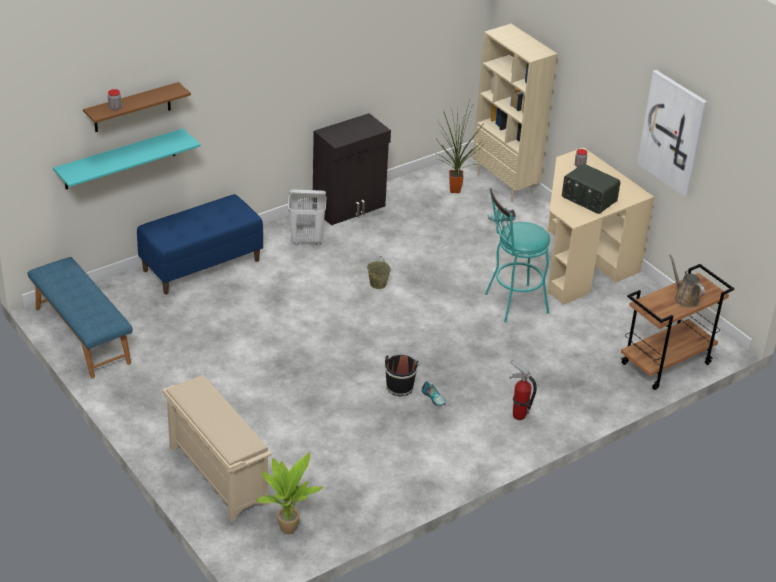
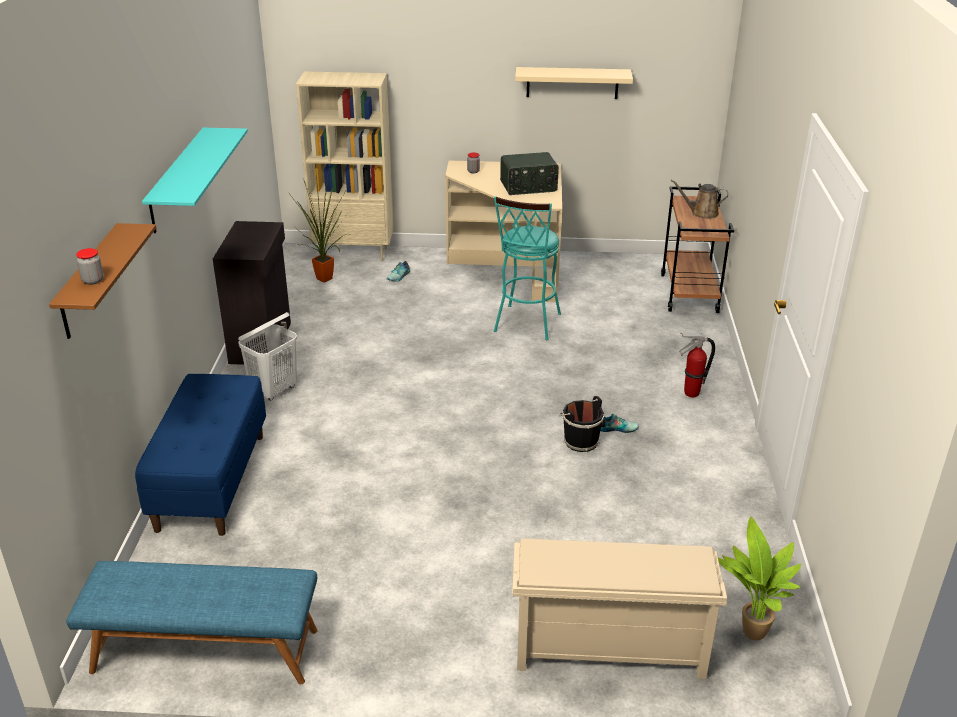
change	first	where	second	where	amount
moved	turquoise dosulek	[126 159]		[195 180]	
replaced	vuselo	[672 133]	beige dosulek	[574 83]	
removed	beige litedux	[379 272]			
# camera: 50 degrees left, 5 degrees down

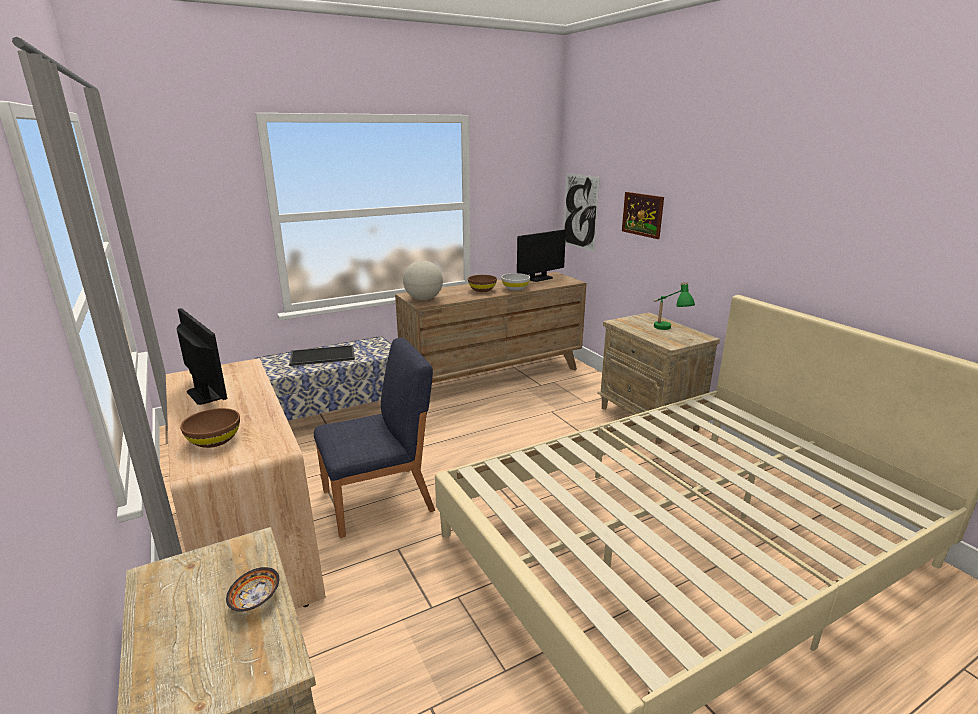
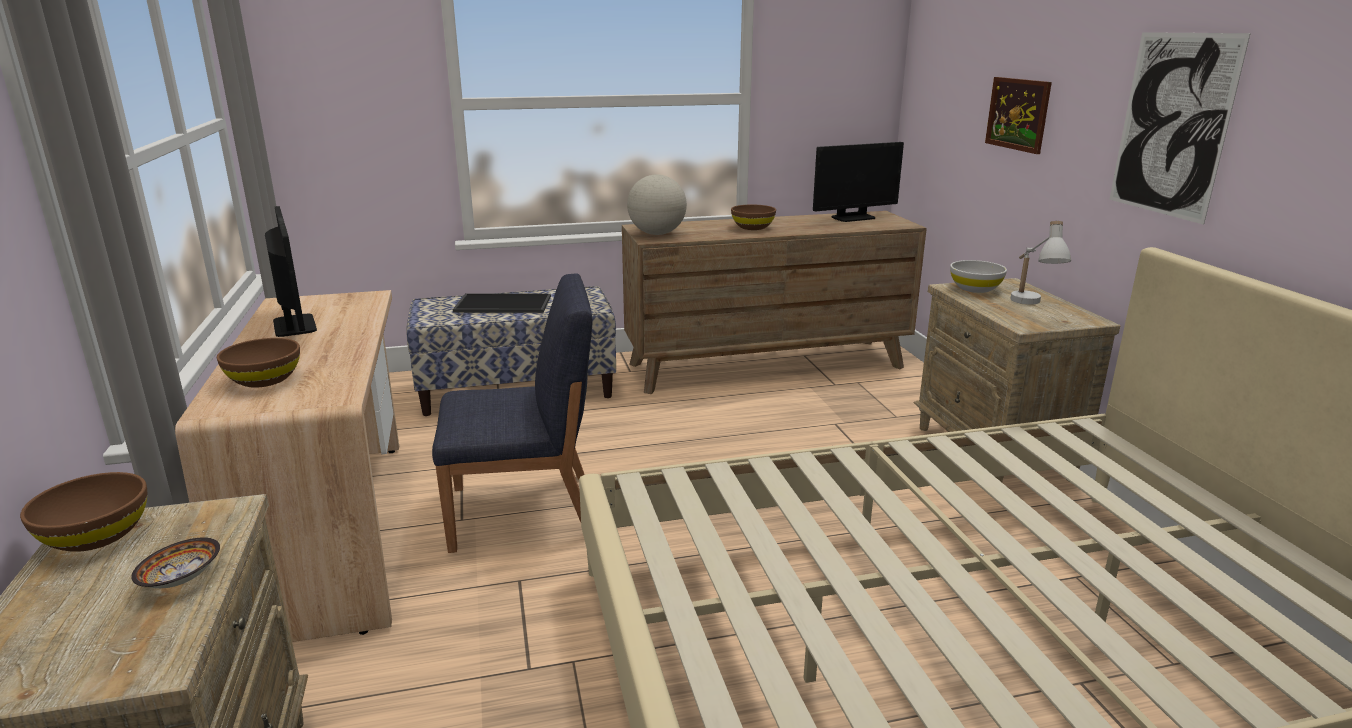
change	first	where	second	where	amount
added			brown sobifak	[83 512]	
moved	white sobifak	[515 281]		[978 276]	
recoloured	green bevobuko	[674 306]	white bevobuko	[1040 263]	
moved	vuselo	[582 212]		[1180 128]	
# camera: 15 degrees right, 0 degrees up

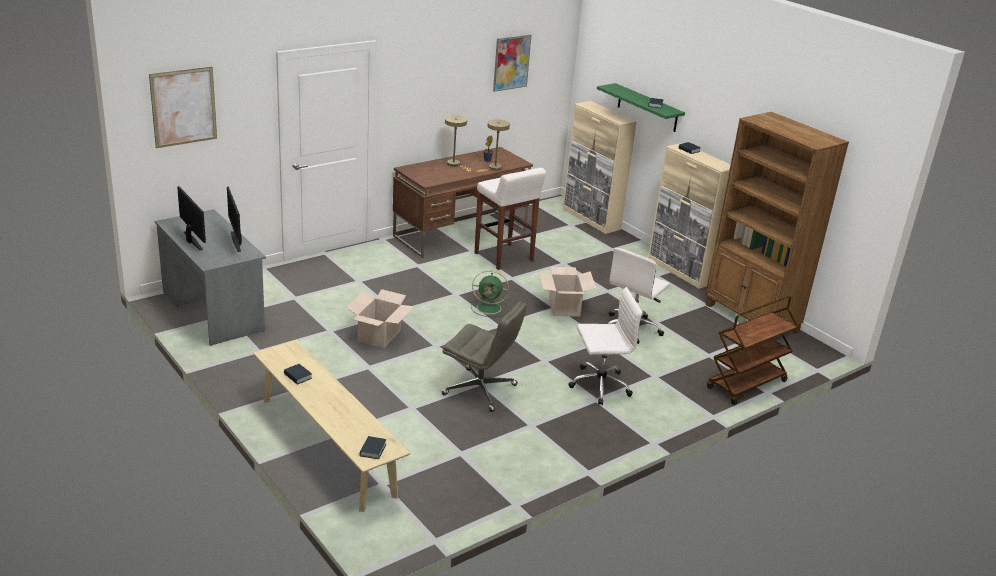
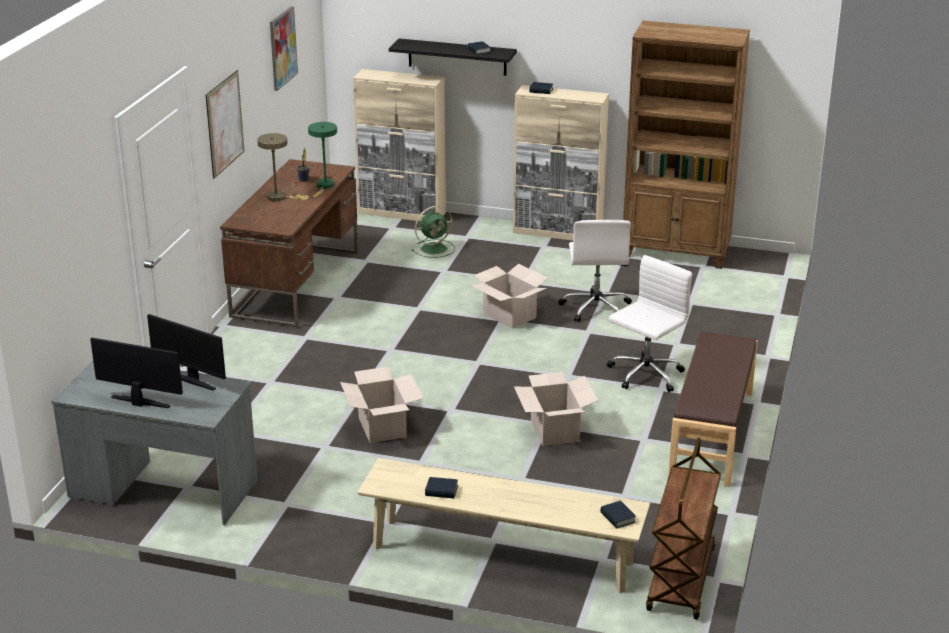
change	first	where	second	where	amount
moved	vuselo	[183 107]		[225 124]	
recoloured	beige bevobuko	[493 145]	green bevobuko	[322 159]	
recoloured	green dosulek	[641 107]	black dosulek	[453 57]	
moved	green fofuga	[490 293]		[433 232]	
replaced	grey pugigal	[484 356]	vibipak	[556 409]	
moved	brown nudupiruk	[753 350]		[683 529]	
added			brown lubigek	[713 409]	
removed	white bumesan	[510 219]			
# camera: 35 degrees left, 0 degrees up

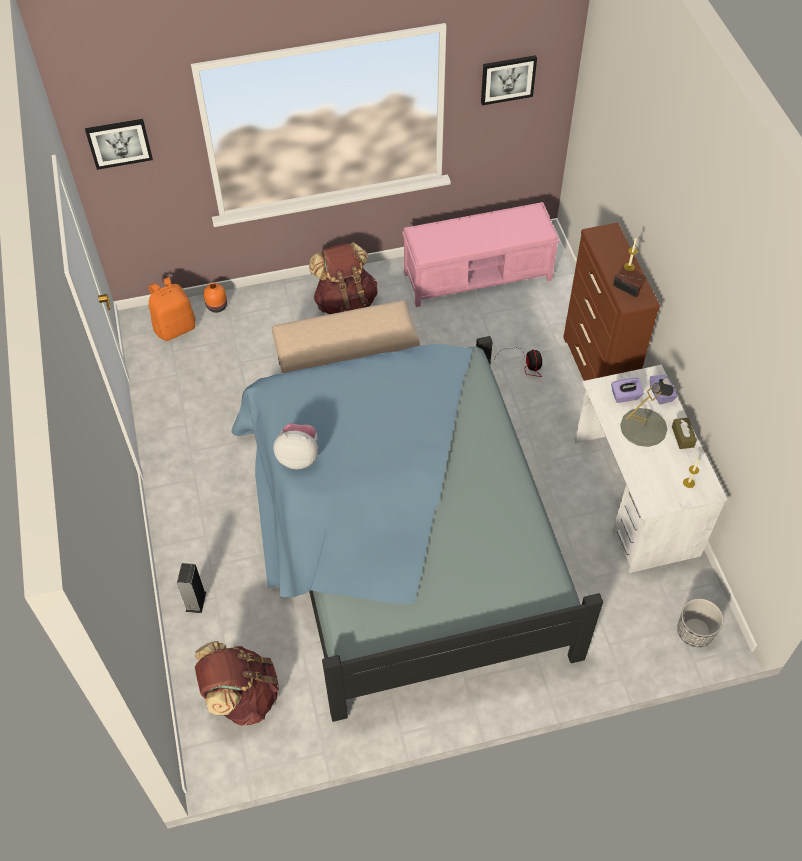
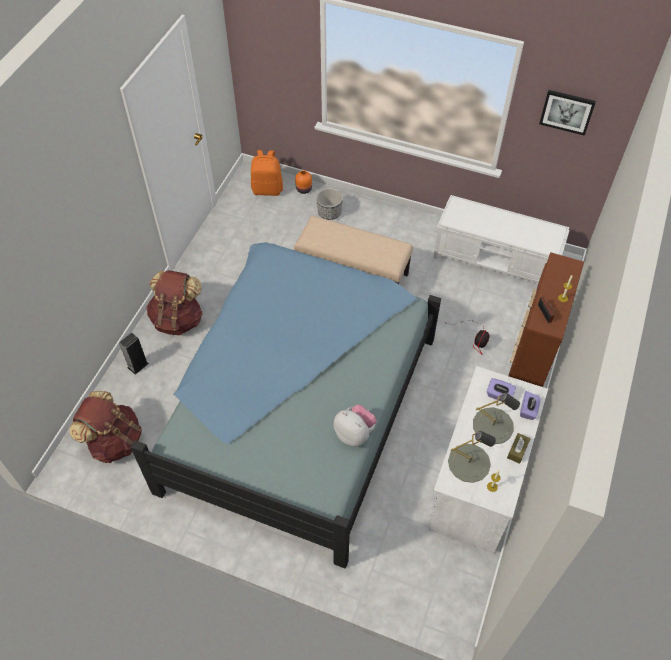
change	first	where	second	where	amount
moved	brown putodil	[343 278]		[174 302]	
moved	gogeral	[700 622]		[329 204]	
moved	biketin	[295 446]		[355 425]	
recoloured	pink lubigek	[481 254]	white lubigek	[501 239]	
added			grey bevobuko	[472 456]	
removed	vuselo	[119 144]			
# camera: 35 degrees right, 0 degrees up

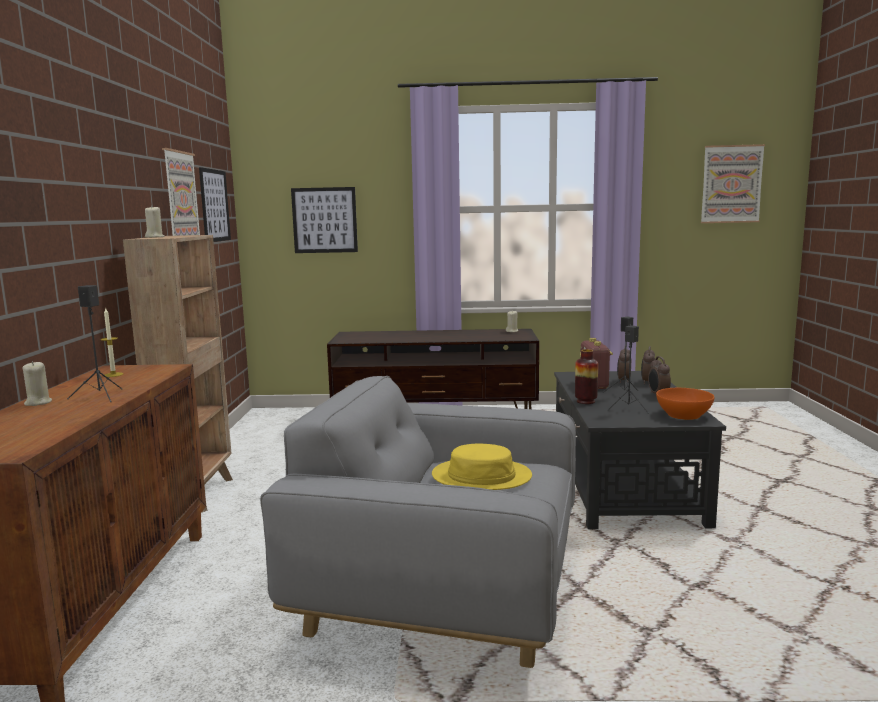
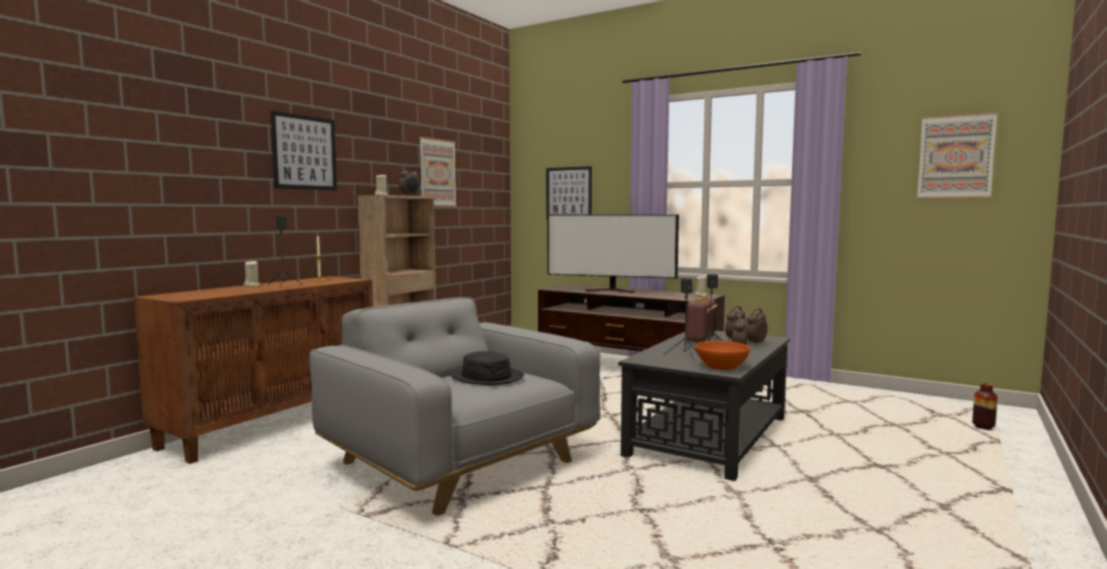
change	first	where	second	where	amount
moved	vuselo	[215 204]		[304 151]	
added			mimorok	[409 181]	
recoloured	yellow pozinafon	[482 467]	black pozinafon	[486 368]	
added			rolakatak	[613 253]	
moved	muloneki	[586 376]		[985 406]	
# camera: 30 degrees right, 5 degrees down

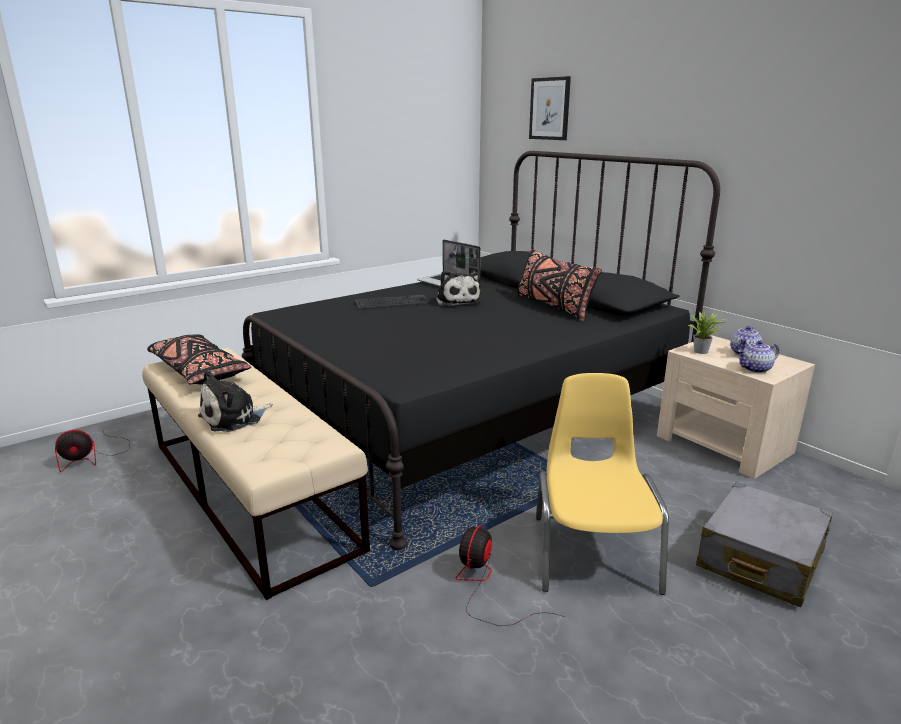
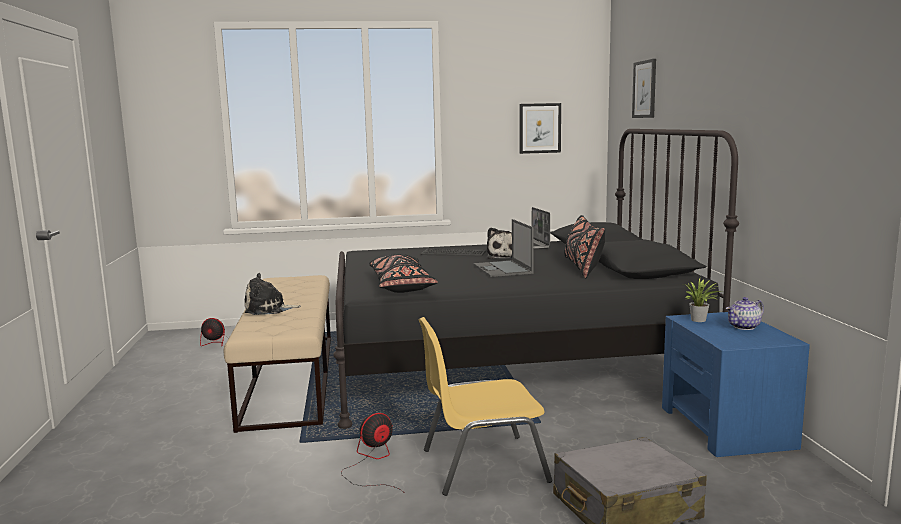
change	first	where	second	where	amount
moved	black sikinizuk	[199 359]		[403 273]	
turned	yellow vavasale	[602 484]		[485 406]	135 degrees counterclockwise
added			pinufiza	[503 248]	
added			vuselo	[540 128]	
recoloured	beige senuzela	[736 407]	blue senuzela	[736 384]	
removed	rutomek	[758 356]			
# camera: 30 degrees right, 10 degrees down

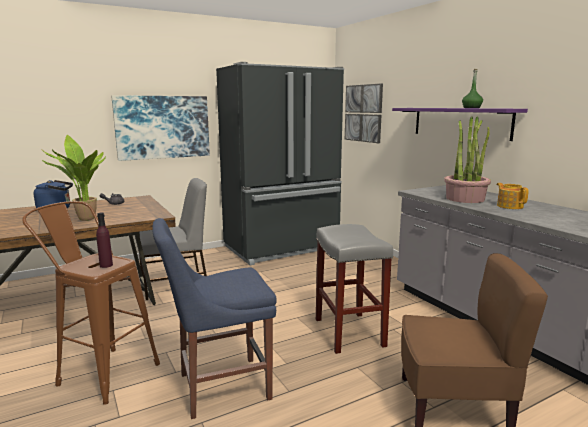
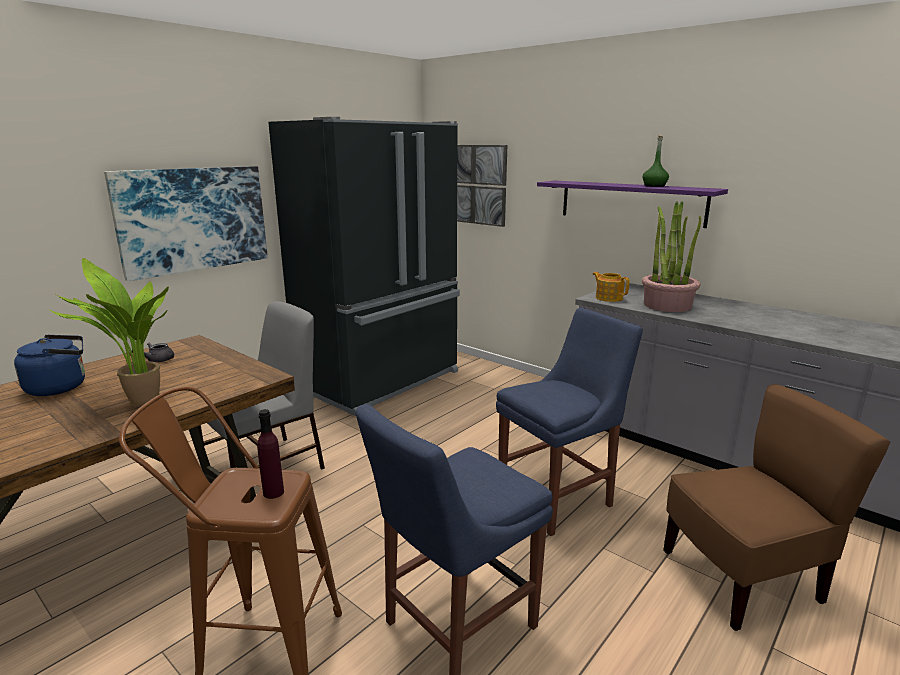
change	first	where	second	where	amount
replaced	grey bumesan	[354 289]	blue vavasale	[569 422]	
moved	rutomek	[513 196]		[611 287]	
# camera: 20 degrees left, 5 degrees up

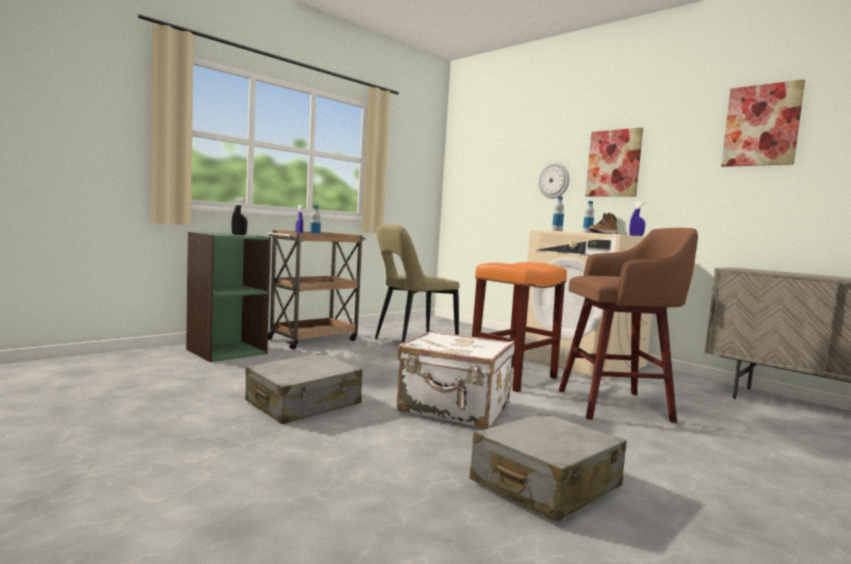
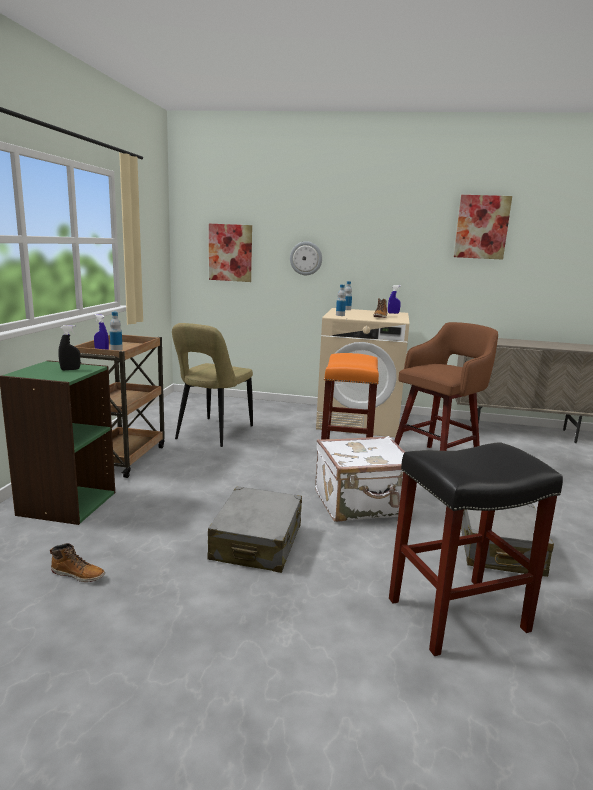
change	first	where	second	where	amount
added			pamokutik	[77 562]	
moved	vuselo	[614 162]		[230 253]	
added			black bumesan	[476 549]	
# camera: 35 degrees left, 10 degrees up

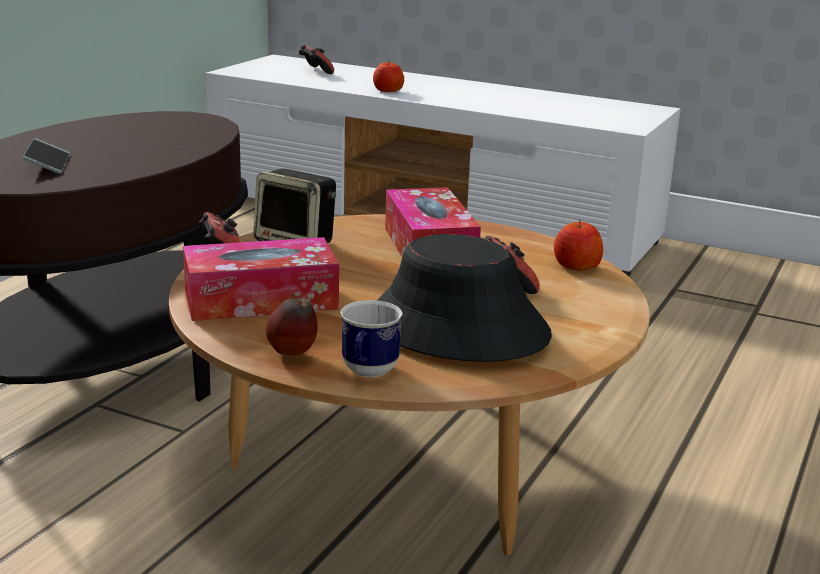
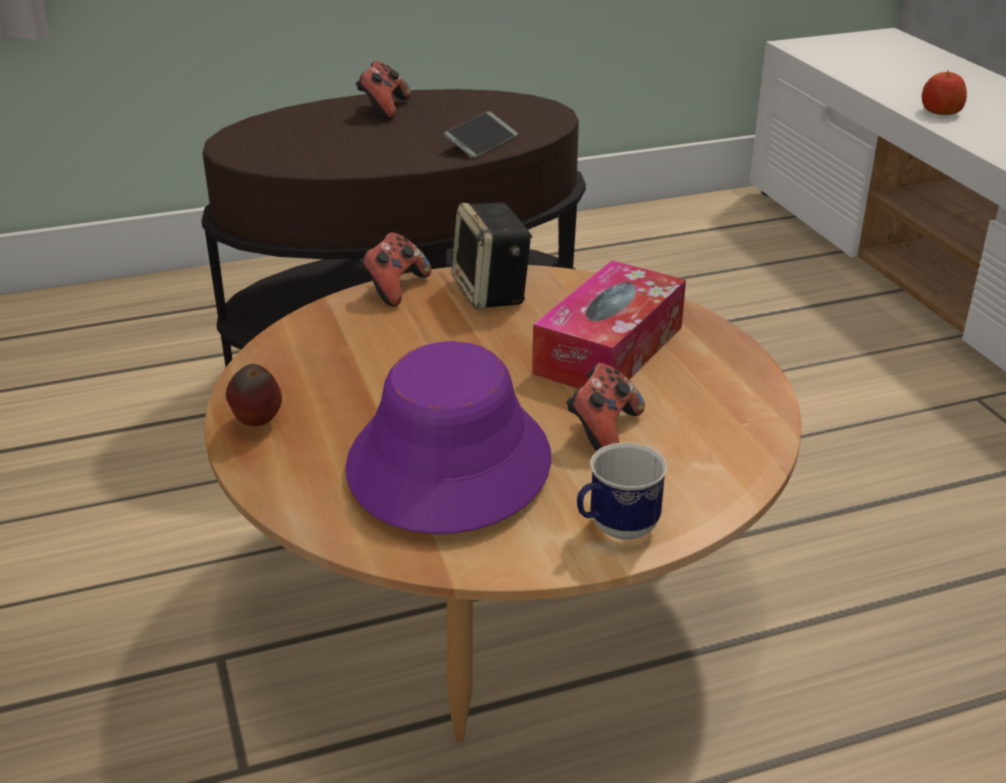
change	first	where	second	where	amount
recoloured	black pozinafon	[464 298]	purple pozinafon	[448 437]	
moved	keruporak	[316 59]		[383 90]	
moved	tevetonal	[46 156]		[481 134]	
moved	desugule	[371 338]		[622 491]	
removed	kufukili	[261 279]			
removed	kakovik	[578 245]			
# camera: 45 degrees right, 10 degrees up

